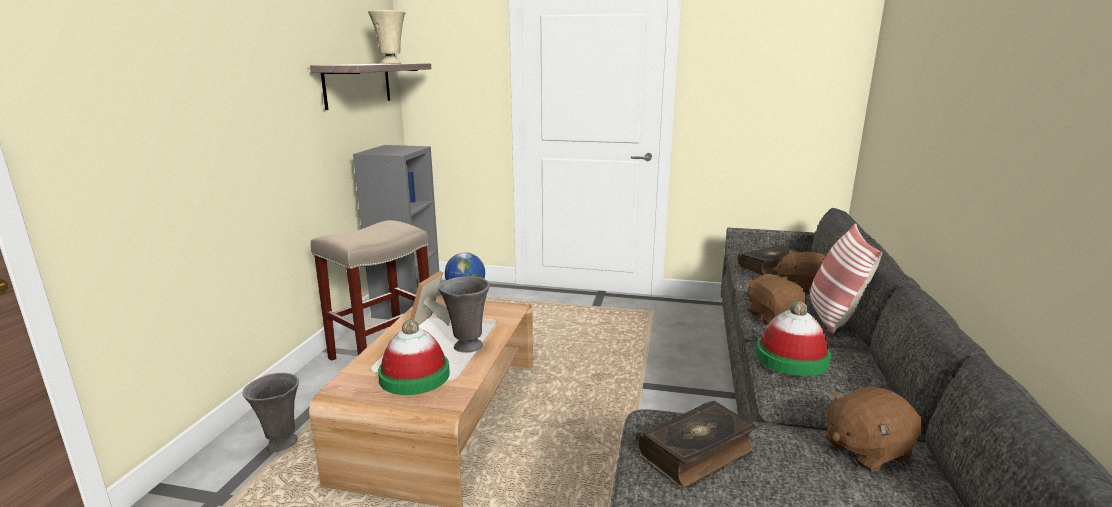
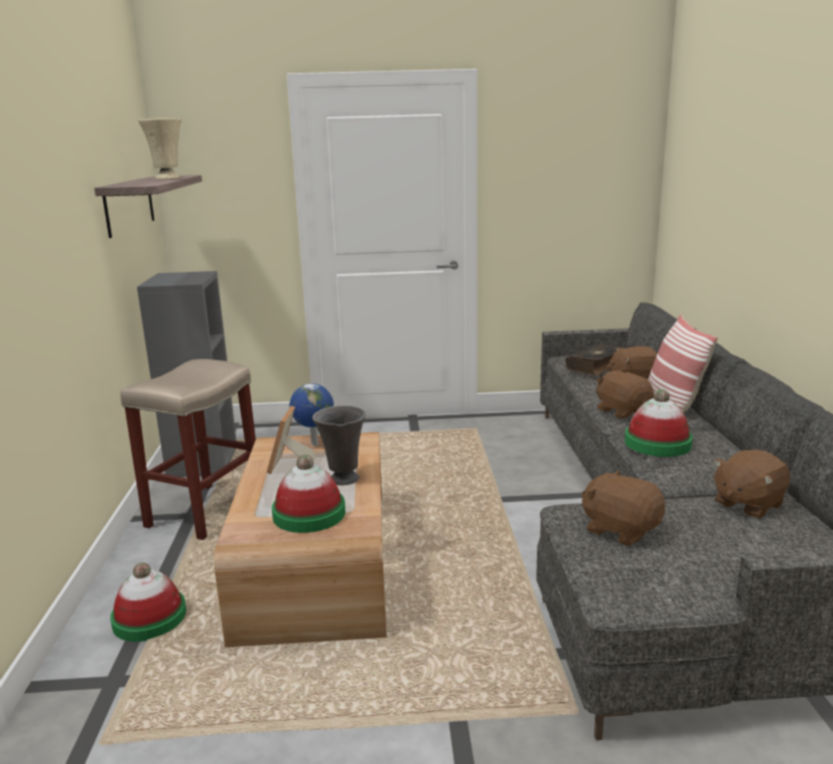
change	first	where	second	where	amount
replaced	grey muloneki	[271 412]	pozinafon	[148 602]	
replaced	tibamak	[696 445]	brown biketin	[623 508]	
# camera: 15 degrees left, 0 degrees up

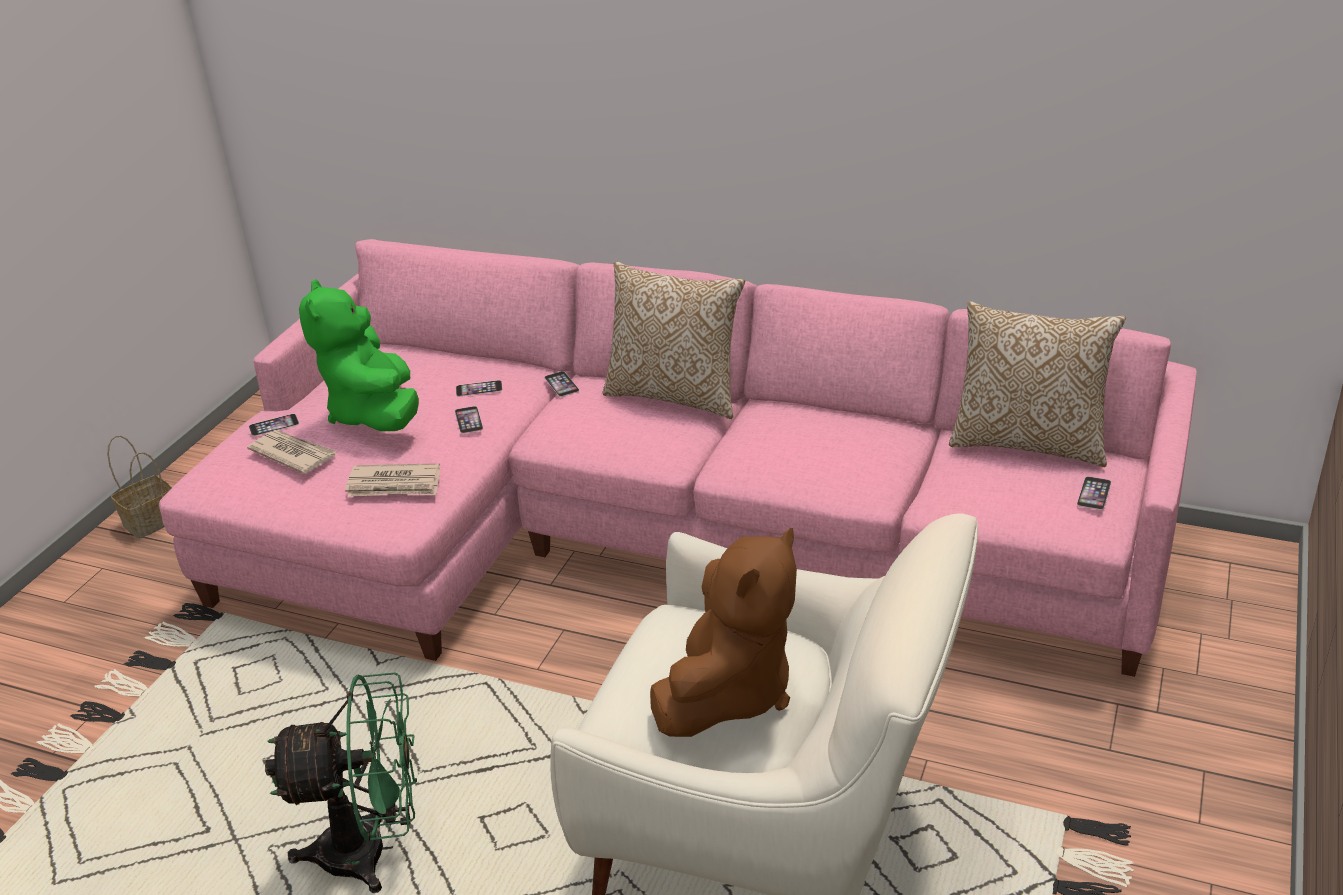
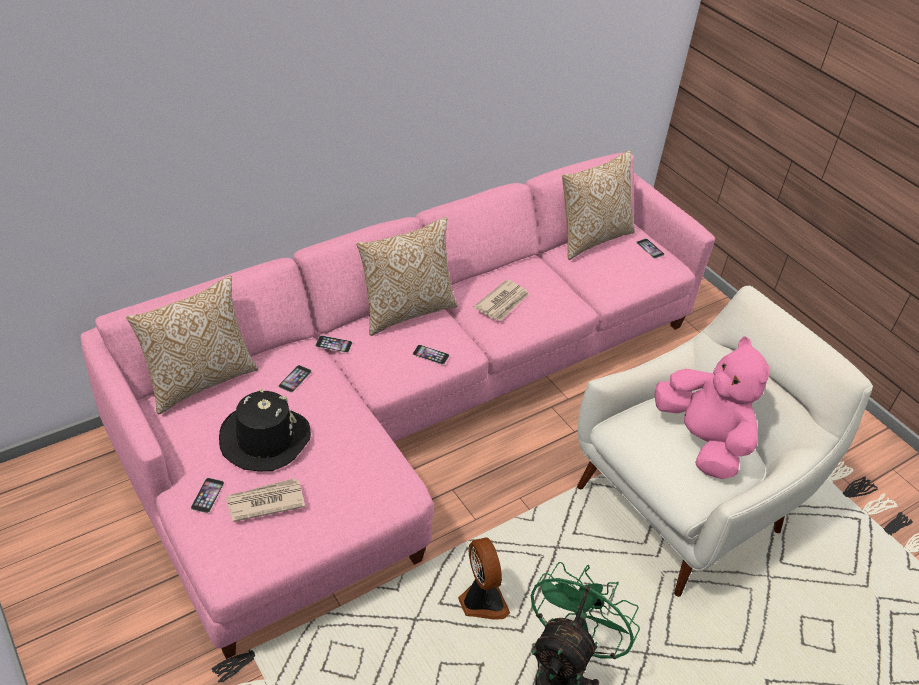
change	first	where	second	where	amount
added			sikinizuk	[192 344]	
replaced	green biketin	[359 355]	black pozinafon	[265 429]	
moved	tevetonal	[469 420]		[431 355]	
added			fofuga	[484 578]	
moved	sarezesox	[392 480]		[502 300]	
recoloured	brown biketin	[723 632]	pink biketin	[712 407]	
removed	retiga	[139 487]			
# camera: 60 degrees left, 10 degrees up

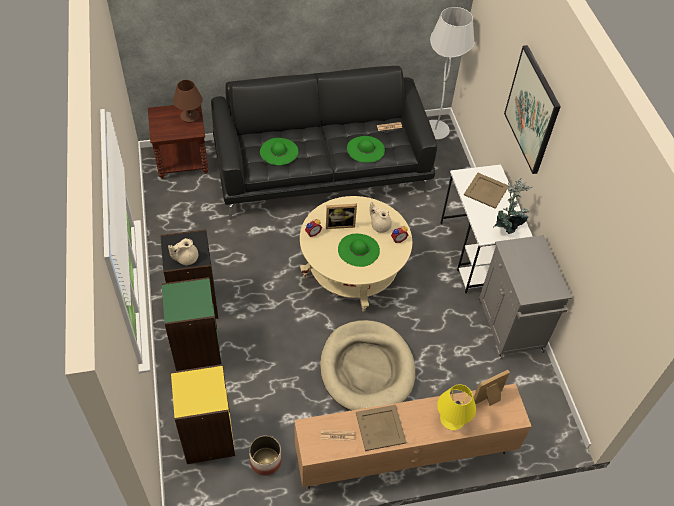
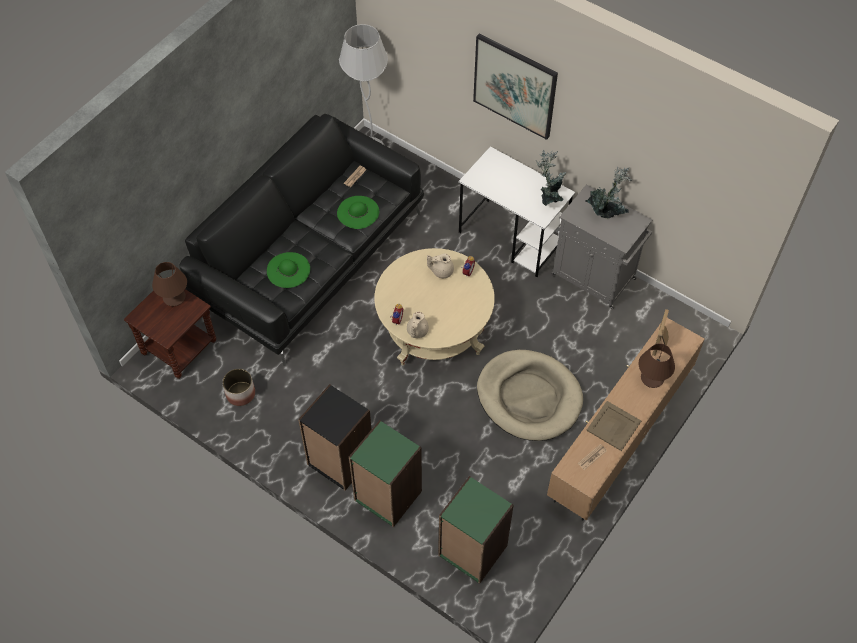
change	first	where	second	where	amount
moved	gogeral	[265 455]		[238 387]	
moved	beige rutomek	[183 251]		[418 325]	
recoloured	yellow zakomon	[203 414]	green zakomon	[476 530]	
added			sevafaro	[608 192]	
recoloured	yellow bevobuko	[456 407]	brown bevobuko	[656 365]	
removed	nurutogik	[341 216]			
removed	green pozinafon	[359 250]			
removed	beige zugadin	[486 191]			
# camera: 40 degrees left, 5 degrees up

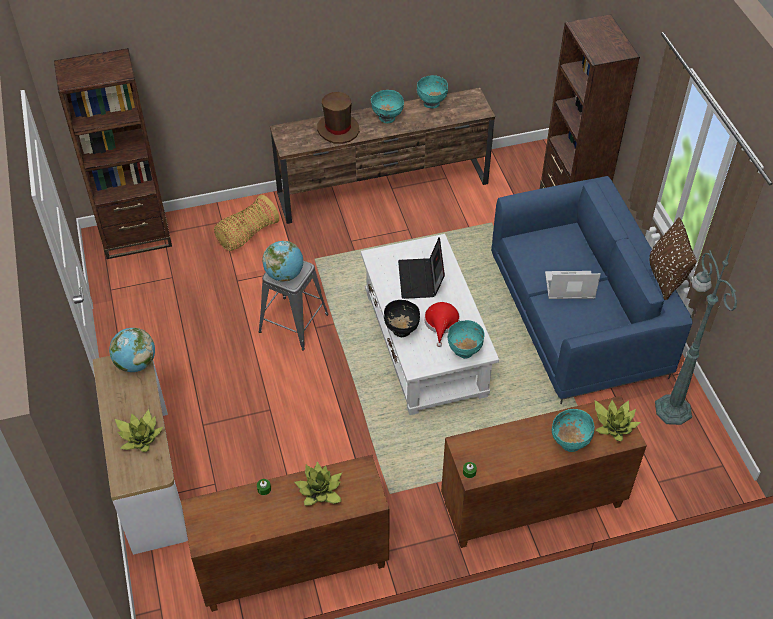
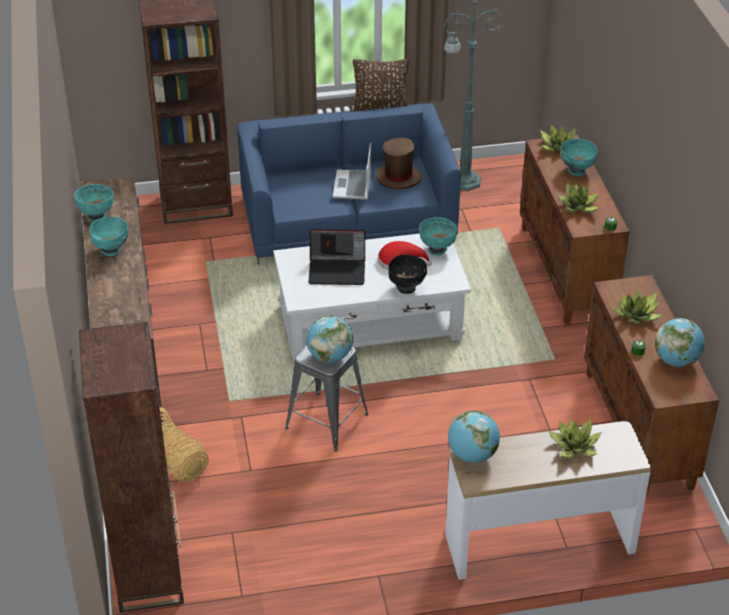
change	first	where	second	where	amount
moved	brown pozinafon	[338 118]		[399 164]	
added			sevafaro	[578 197]	
added			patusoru	[680 342]	
# camera: 85 degrees left, 10 degrees down

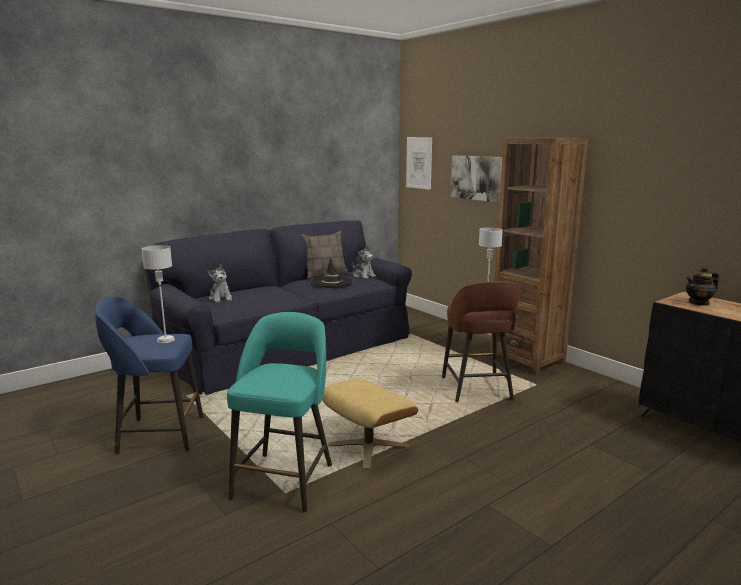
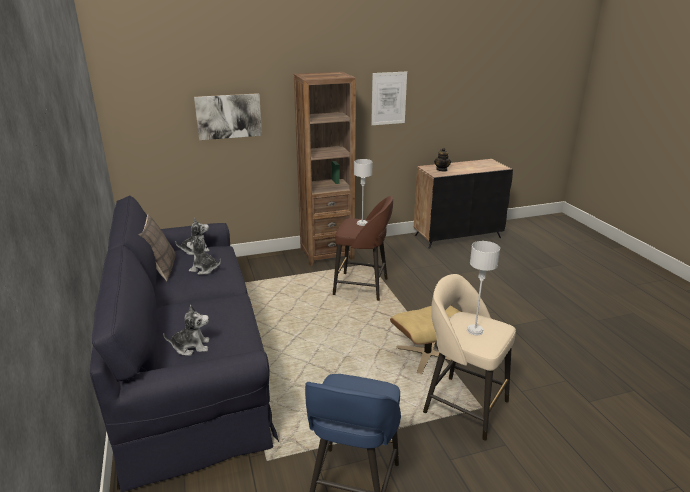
change	first	where	second	where	amount
replaced	black pozinafon	[332 272]	biketin	[204 255]	
moved	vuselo	[419 163]		[389 98]	
recoloured	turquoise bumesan	[279 412]	beige bumesan	[469 357]	
moved	grey bevobuko	[158 294]		[483 288]	
# camera: 70 degrees left, 10 degrees up

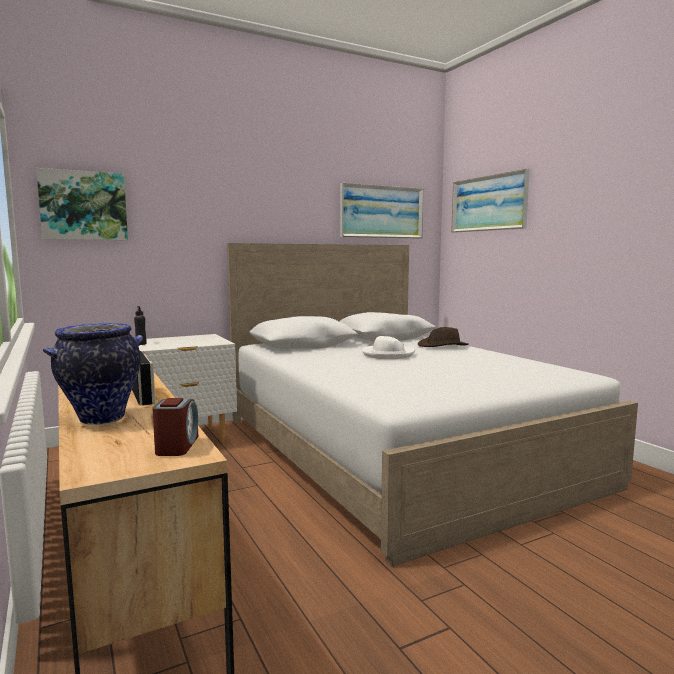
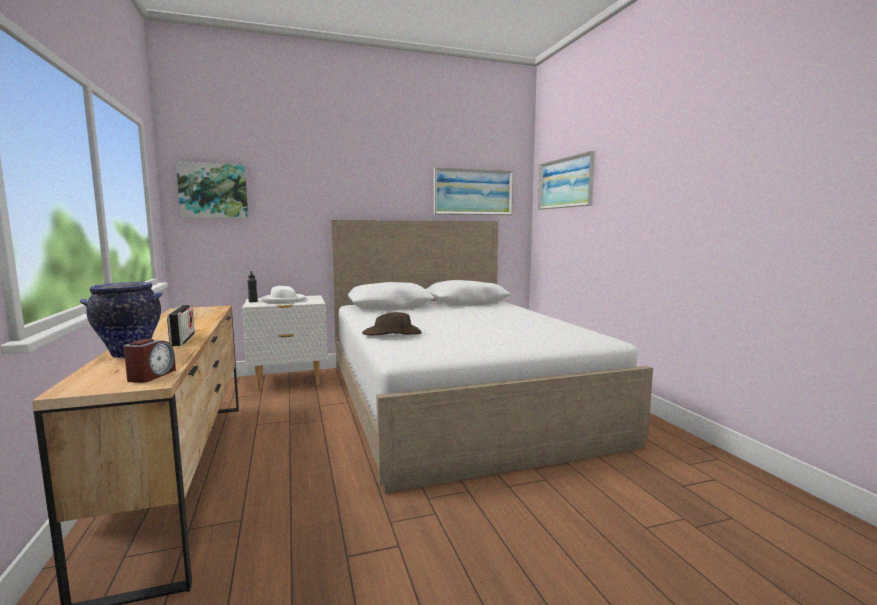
change	first	where	second	where	amount
moved	white pozinafon	[388 347]		[283 295]	
moved	brown pozinafon	[443 337]		[392 323]	
# camera: 10 degrees right, 0 degrees up

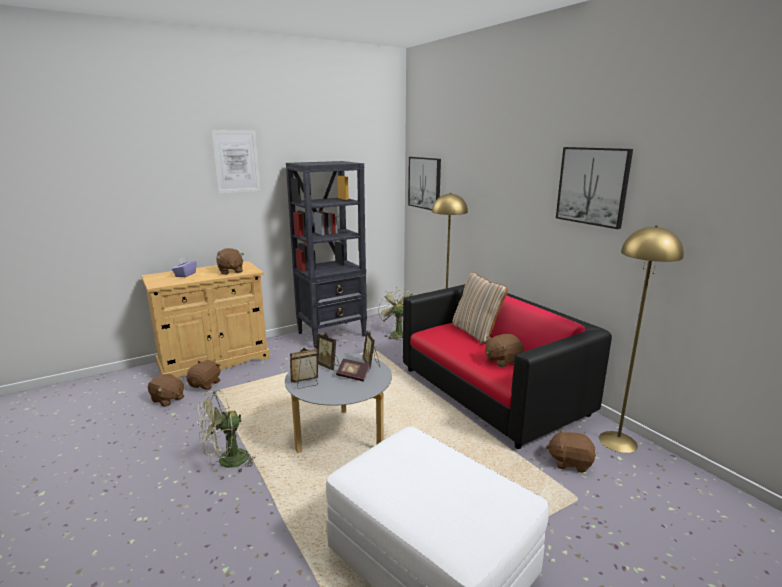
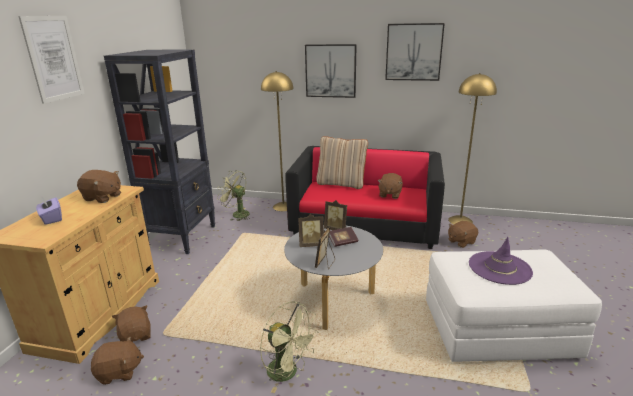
change	first	where	second	where	amount
turned	green fofuga	[226 431]		[289 347]	60 degrees counterclockwise
moved	vuselo	[424 183]		[331 71]	
added			purple pozinafon	[501 261]	
# camera: 45 degrees left, 5 degrees up

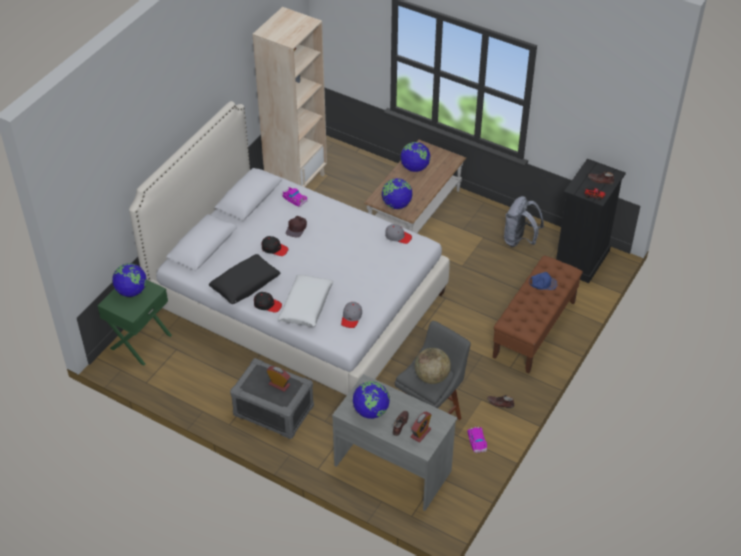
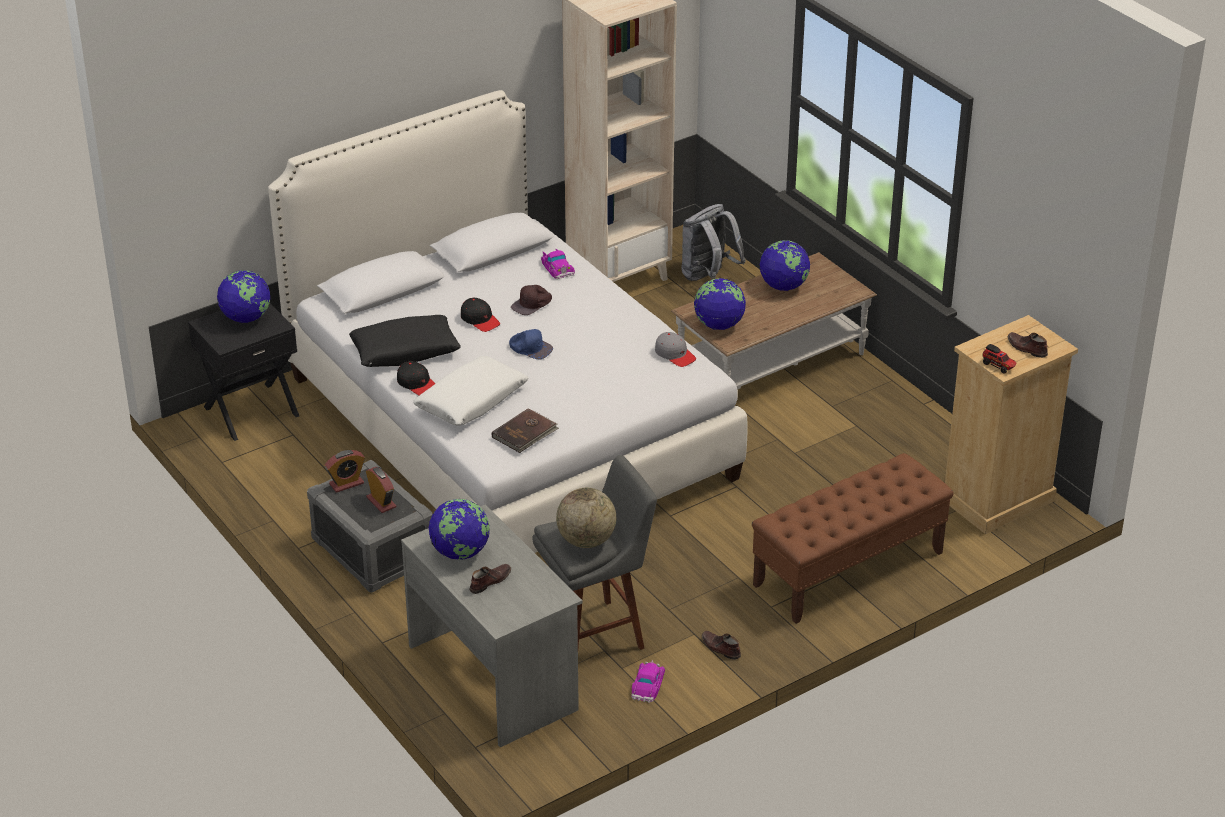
change	first	where	second	where	amount
recoloured	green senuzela	[135 322]	black senuzela	[243 372]	
moved	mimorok	[420 427]		[345 471]	
replaced	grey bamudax	[351 315]	brown tibamak	[525 430]	
moved	blue bamudax	[543 281]		[531 344]	
moved	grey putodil	[524 221]		[713 242]	
recoloured	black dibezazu	[591 221]	beige dibezazu	[1011 424]	
# camera: 25 degrees right, 10 degrees down

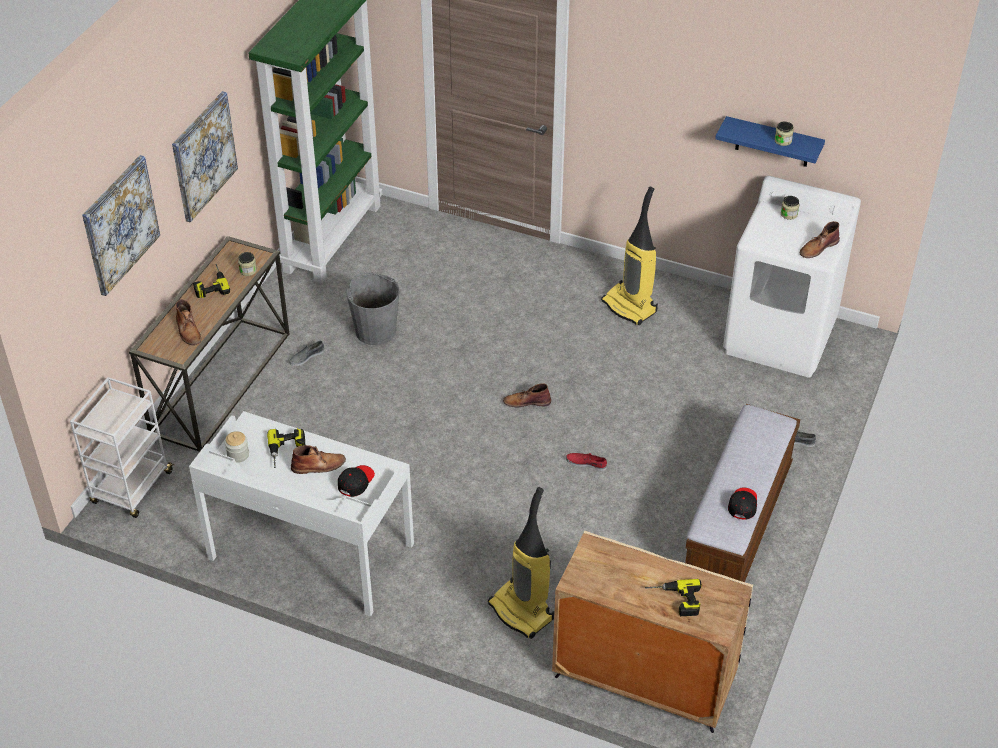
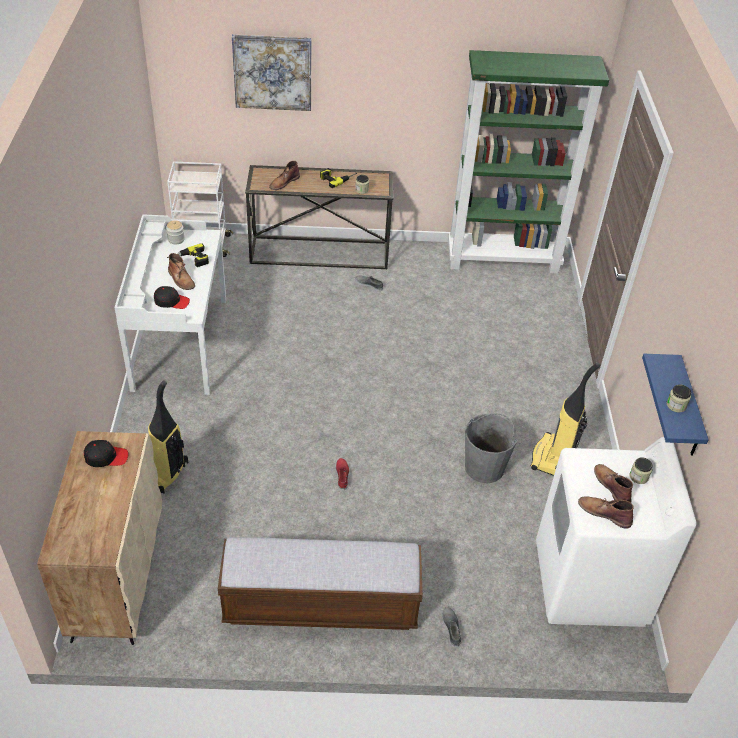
change	first	where	second	where	amount
moved	black bamudax	[742 503]		[106 453]	
moved	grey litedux	[373 308]		[491 448]	
moved	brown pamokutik	[527 395]		[613 483]	
removed	vuselo	[205 157]			
removed	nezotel	[673 597]			
# camera: 65 degrees right, 0 degrees up

